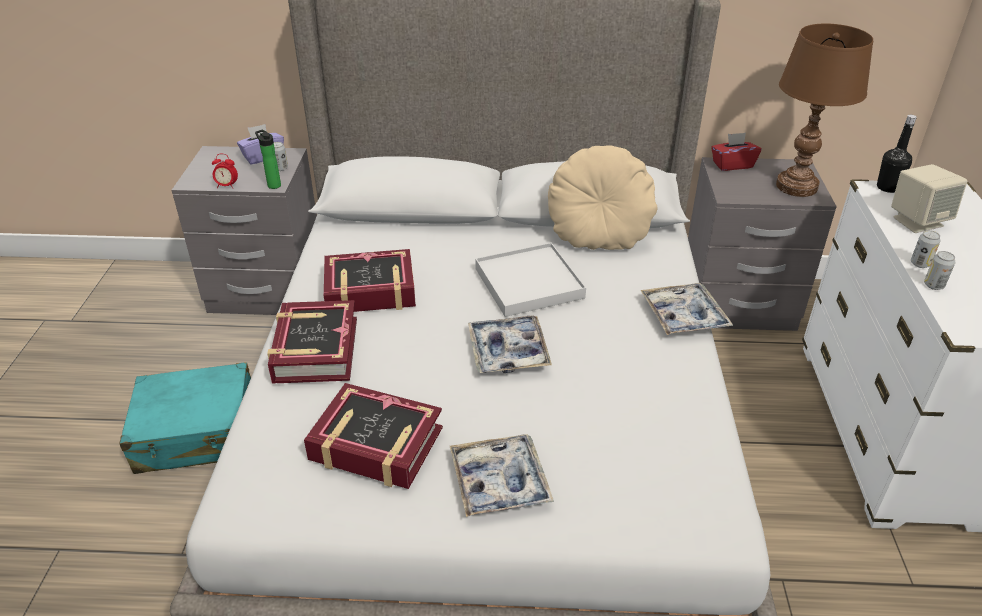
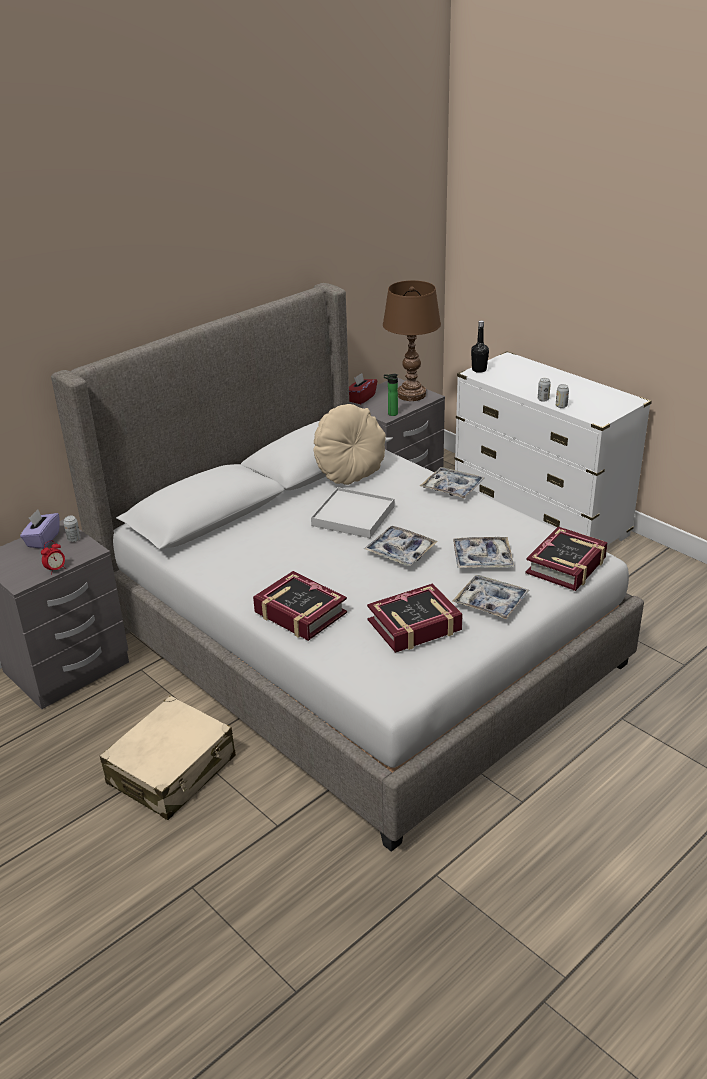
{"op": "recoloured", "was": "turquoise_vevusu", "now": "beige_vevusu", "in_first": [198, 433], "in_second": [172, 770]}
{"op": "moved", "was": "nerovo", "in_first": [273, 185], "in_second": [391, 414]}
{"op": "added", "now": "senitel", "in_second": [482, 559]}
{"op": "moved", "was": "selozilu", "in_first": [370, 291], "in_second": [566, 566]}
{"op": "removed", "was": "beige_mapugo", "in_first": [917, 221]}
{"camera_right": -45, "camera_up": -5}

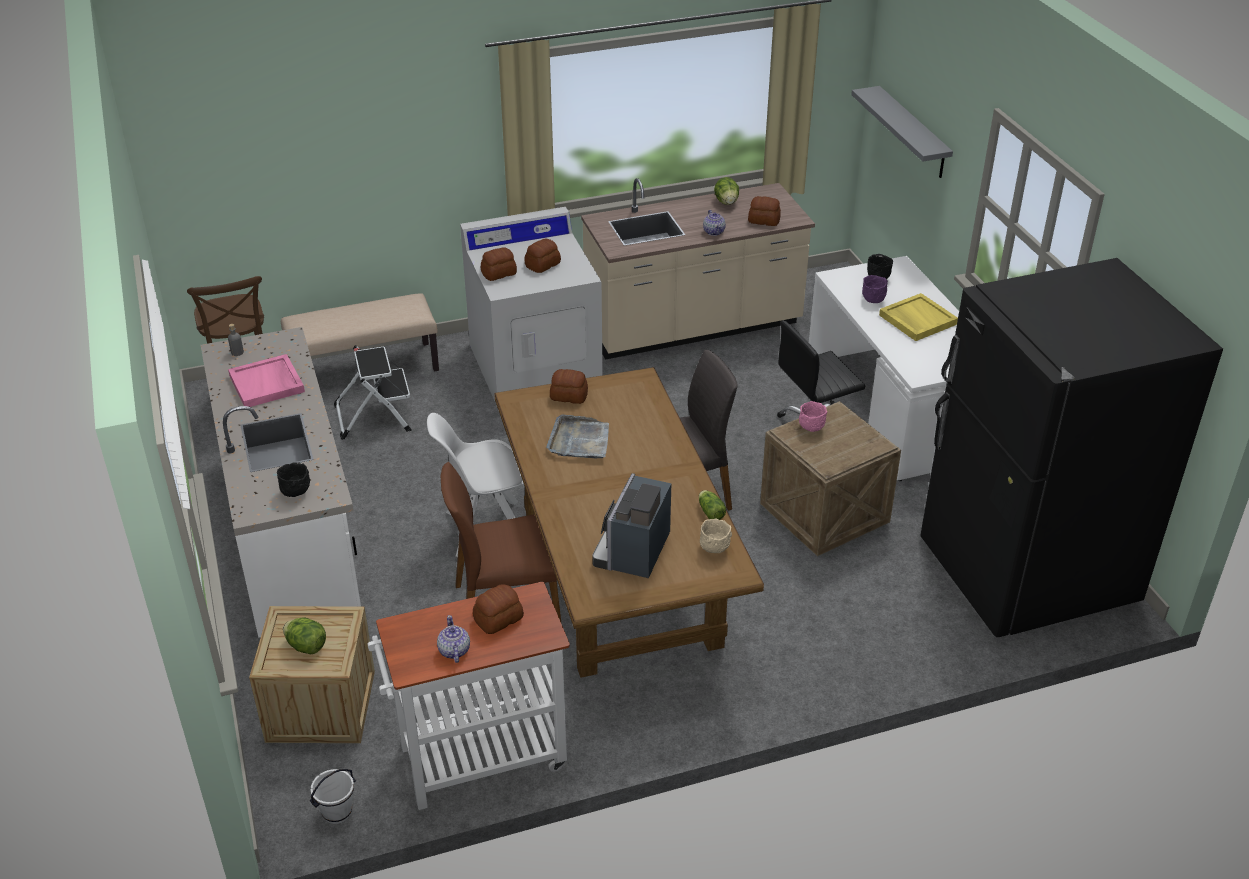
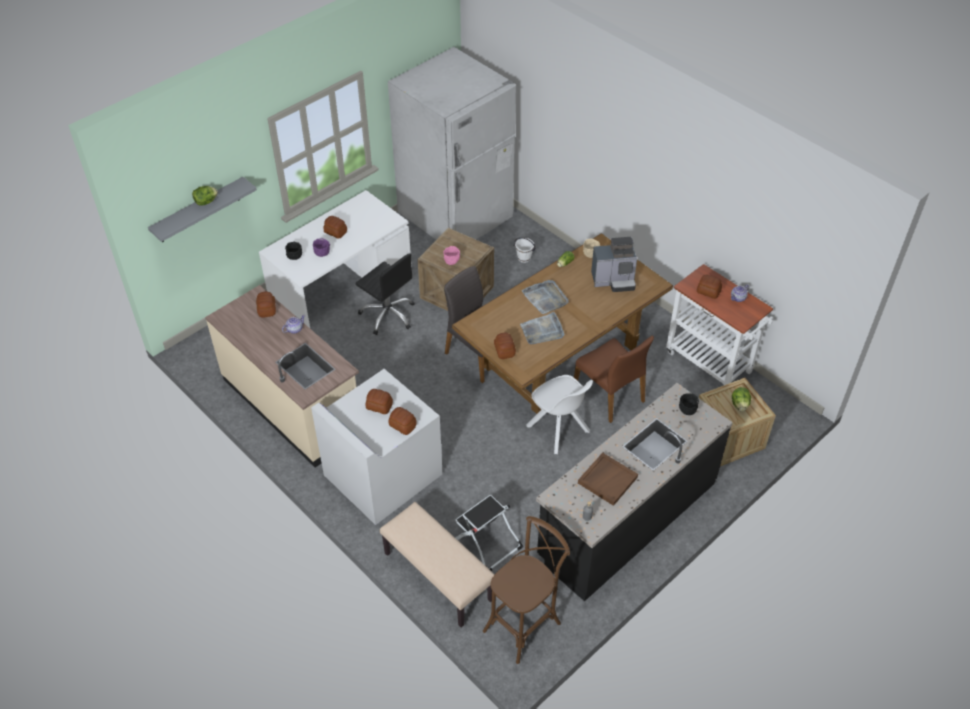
{"op": "moved", "was": "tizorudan", "in_first": [726, 202], "in_second": [206, 202]}
{"op": "replaced", "was": "yellow_senitel", "now": "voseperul", "in_first": [917, 319], "in_second": [335, 232]}
{"op": "recoloured", "was": "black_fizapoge", "now": "white_fizapoge", "in_first": [1028, 571], "in_second": [456, 215]}
{"op": "moved", "was": "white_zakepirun", "in_first": [337, 813], "in_second": [524, 258]}
{"op": "added", "now": "grey_senitel", "in_second": [545, 298]}
{"op": "recoloured", "was": "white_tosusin", "now": "black_tosusin", "in_first": [294, 538], "in_second": [626, 519]}
{"op": "recoloured", "was": "pink_senitel", "now": "brown_senitel", "in_first": [267, 384], "in_second": [607, 479]}
{"camera_right": -115, "camera_up": 10}

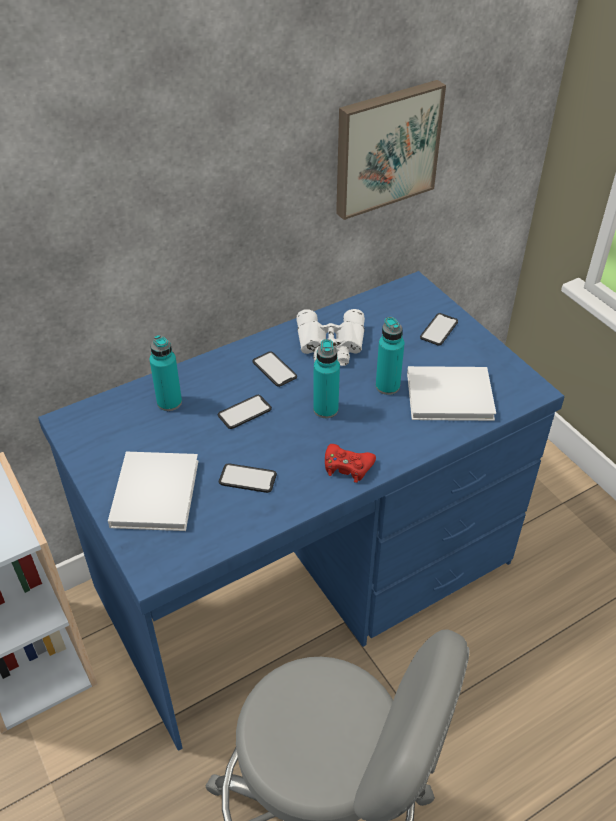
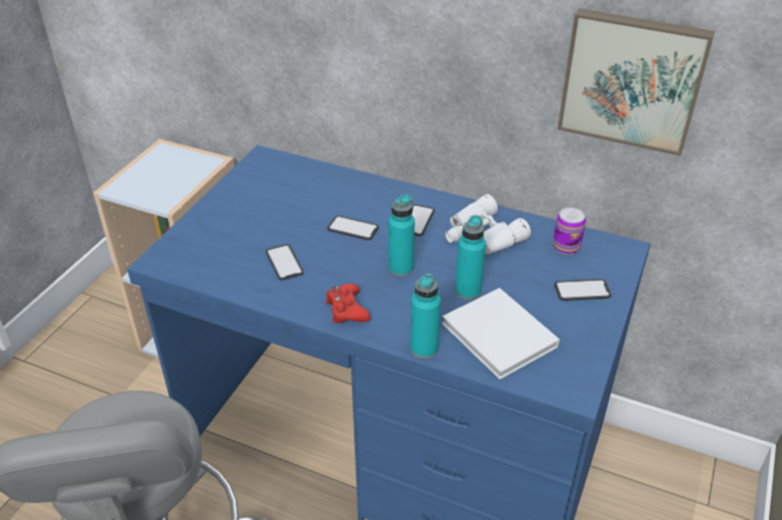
{"op": "moved", "was": "turquoise_nerovo", "in_first": [169, 402], "in_second": [424, 348]}
{"op": "added", "now": "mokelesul", "in_second": [566, 246]}
{"op": "removed", "was": "white_selozilu", "in_first": [156, 490]}
{"camera_right": 55, "camera_up": -5}

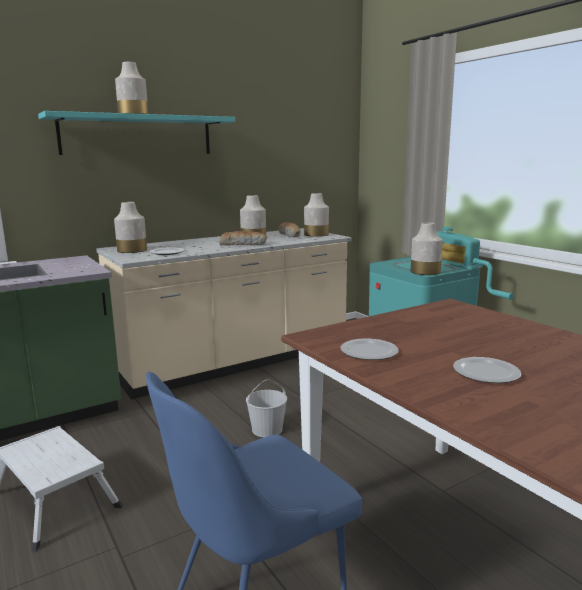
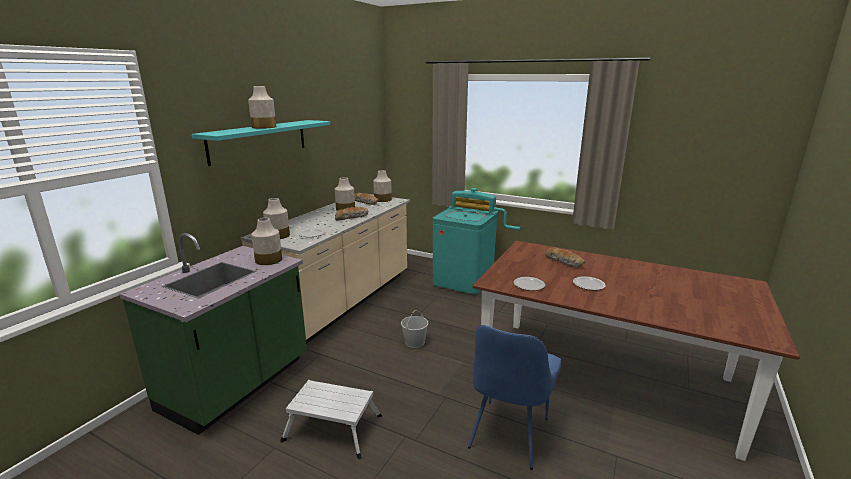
{"op": "moved", "was": "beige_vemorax", "in_first": [425, 271], "in_second": [268, 260]}
{"op": "added", "now": "voseperul", "in_second": [564, 262]}
{"camera_right": -30, "camera_up": 5}

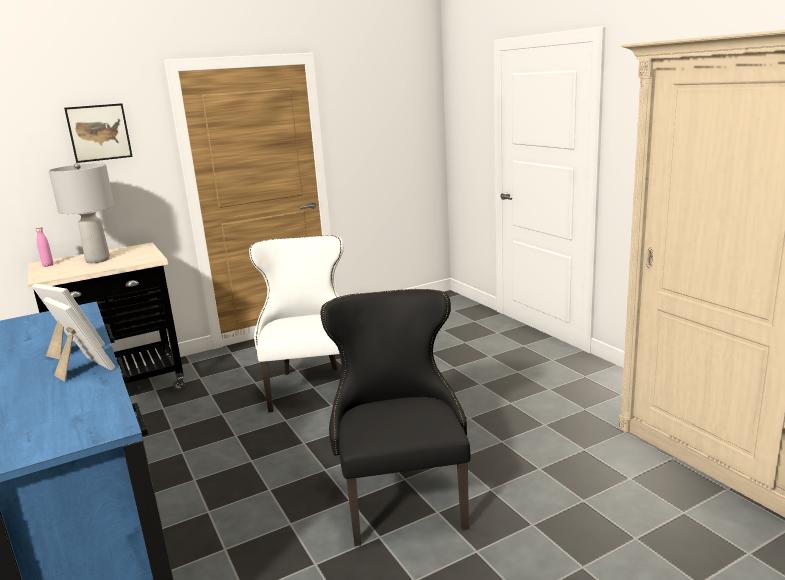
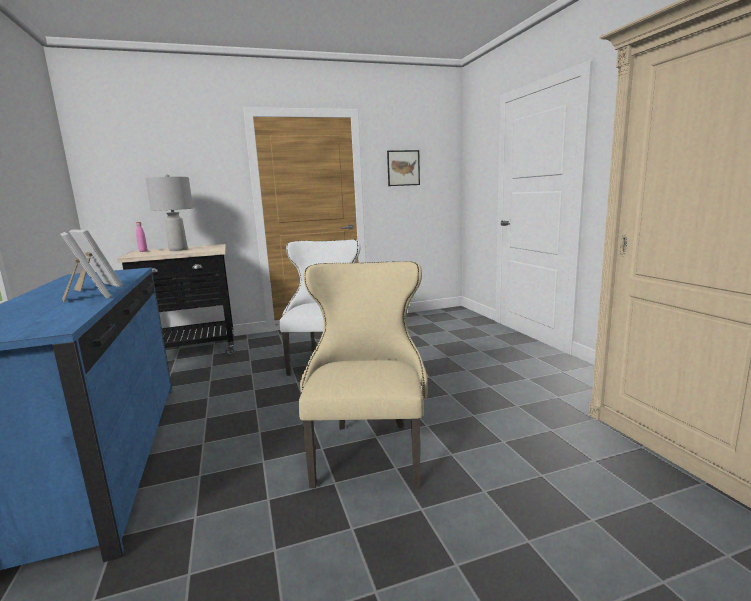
{"op": "recoloured", "was": "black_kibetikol", "now": "beige_kibetikol", "in_first": [402, 496], "in_second": [368, 450]}
{"op": "moved", "was": "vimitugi", "in_first": [99, 132], "in_second": [403, 168]}
{"camera_right": 10, "camera_up": -5}

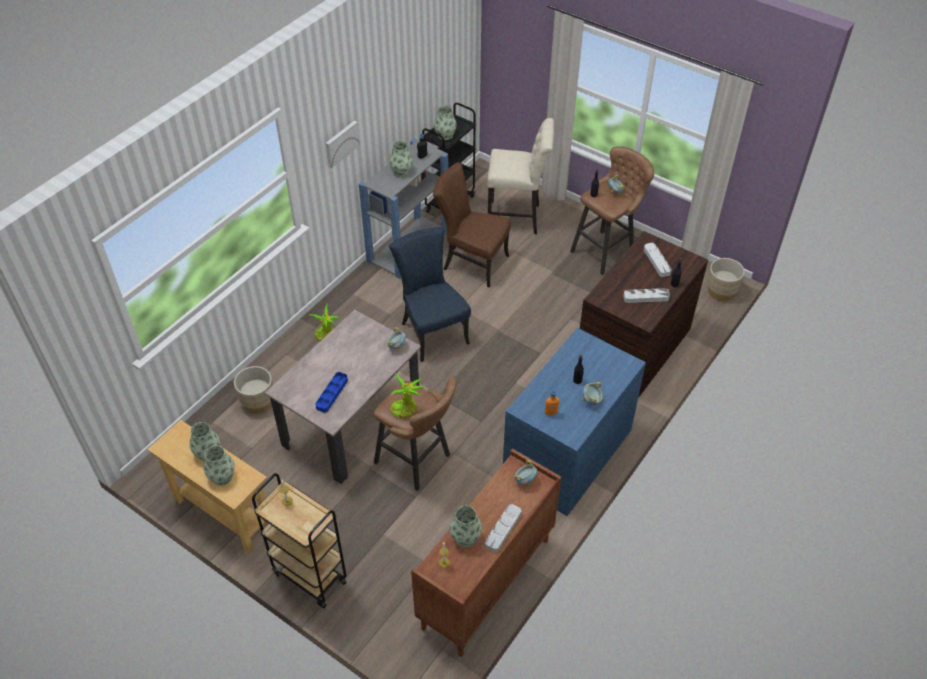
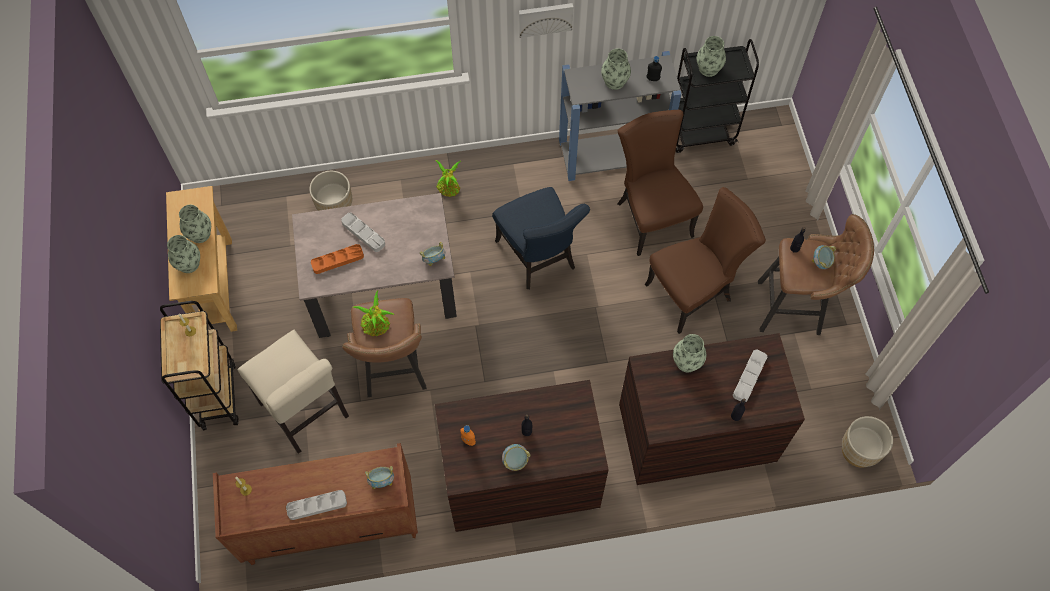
{"op": "moved", "was": "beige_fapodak", "in_first": [517, 218], "in_second": [306, 414]}
{"op": "recoloured", "was": "blue_senitel", "now": "orange_senitel", "in_first": [332, 394], "in_second": [337, 260]}
{"op": "moved", "was": "grey_senitel", "in_first": [646, 297], "in_second": [363, 233]}
{"op": "recoloured", "was": "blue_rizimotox", "now": "brown_rizimotox", "in_first": [567, 453], "in_second": [520, 477]}
{"op": "turned", "was": "blue_kibetikol", "in_first": [431, 331], "in_second": [539, 257], "clockwise": 135}
{"op": "added", "now": "brown_kibetikol", "in_second": [693, 291]}
{"op": "moved", "was": "vemorax", "in_first": [465, 537], "in_second": [687, 362]}
{"camera_right": 45, "camera_up": 15}

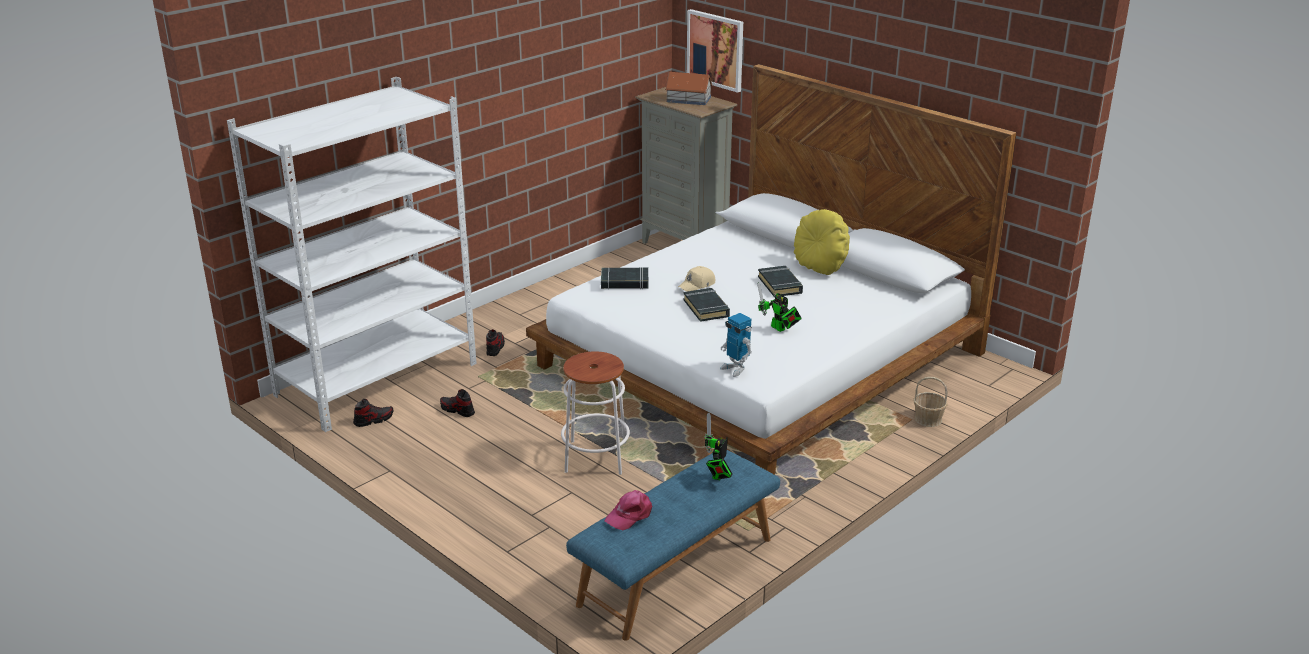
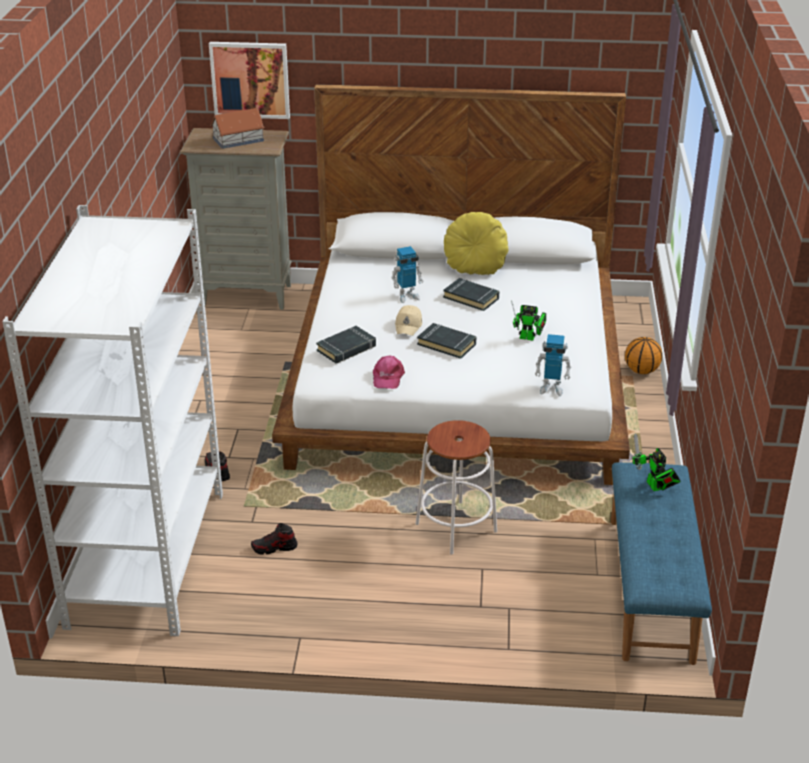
{"op": "moved", "was": "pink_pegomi", "in_first": [630, 515], "in_second": [387, 377]}
{"op": "added", "now": "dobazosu", "in_second": [407, 296]}
{"op": "replaced", "was": "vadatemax", "now": "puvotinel", "in_first": [928, 419], "in_second": [642, 371]}
{"op": "removed", "was": "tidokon", "in_first": [373, 420]}
{"camera_right": -40, "camera_up": 5}

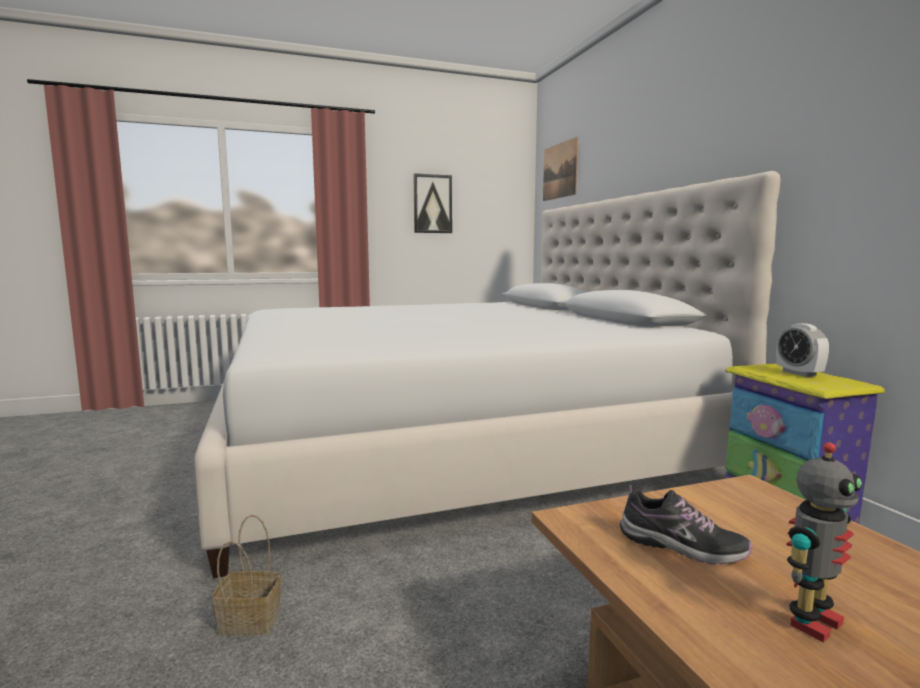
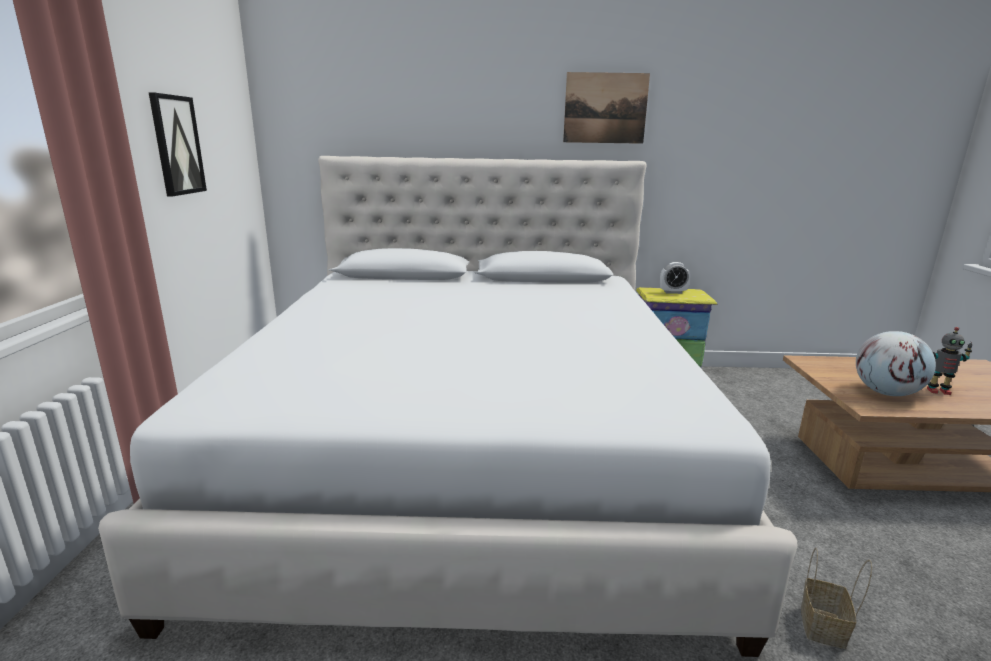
{"op": "moved", "was": "vimitugi", "in_first": [560, 170], "in_second": [605, 108]}
{"op": "replaced", "was": "tidokon", "now": "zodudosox", "in_first": [682, 546], "in_second": [885, 393]}
{"op": "turned", "was": "dobazosu", "in_first": [811, 621], "in_second": [937, 391], "clockwise": 120}
{"camera_right": -70, "camera_up": 10}

